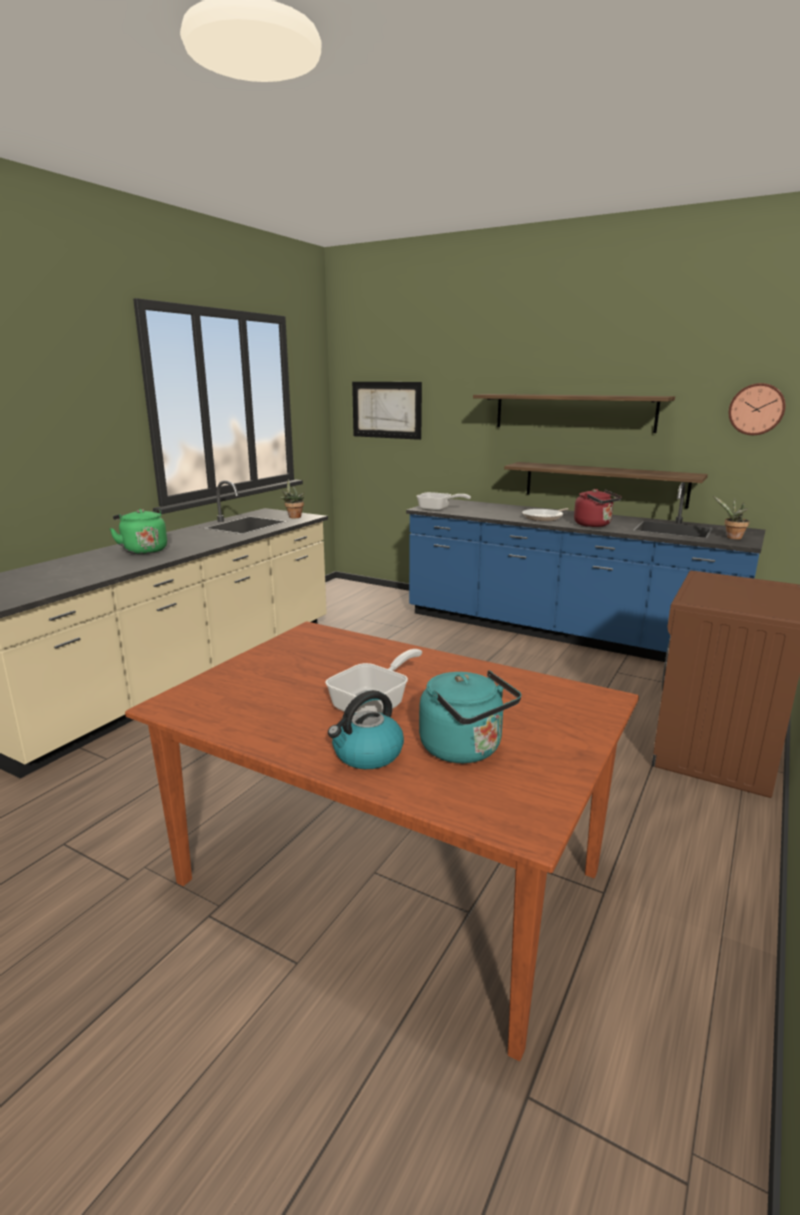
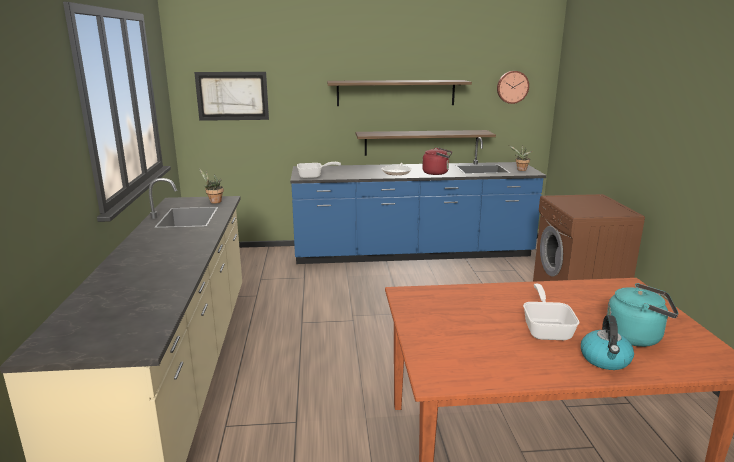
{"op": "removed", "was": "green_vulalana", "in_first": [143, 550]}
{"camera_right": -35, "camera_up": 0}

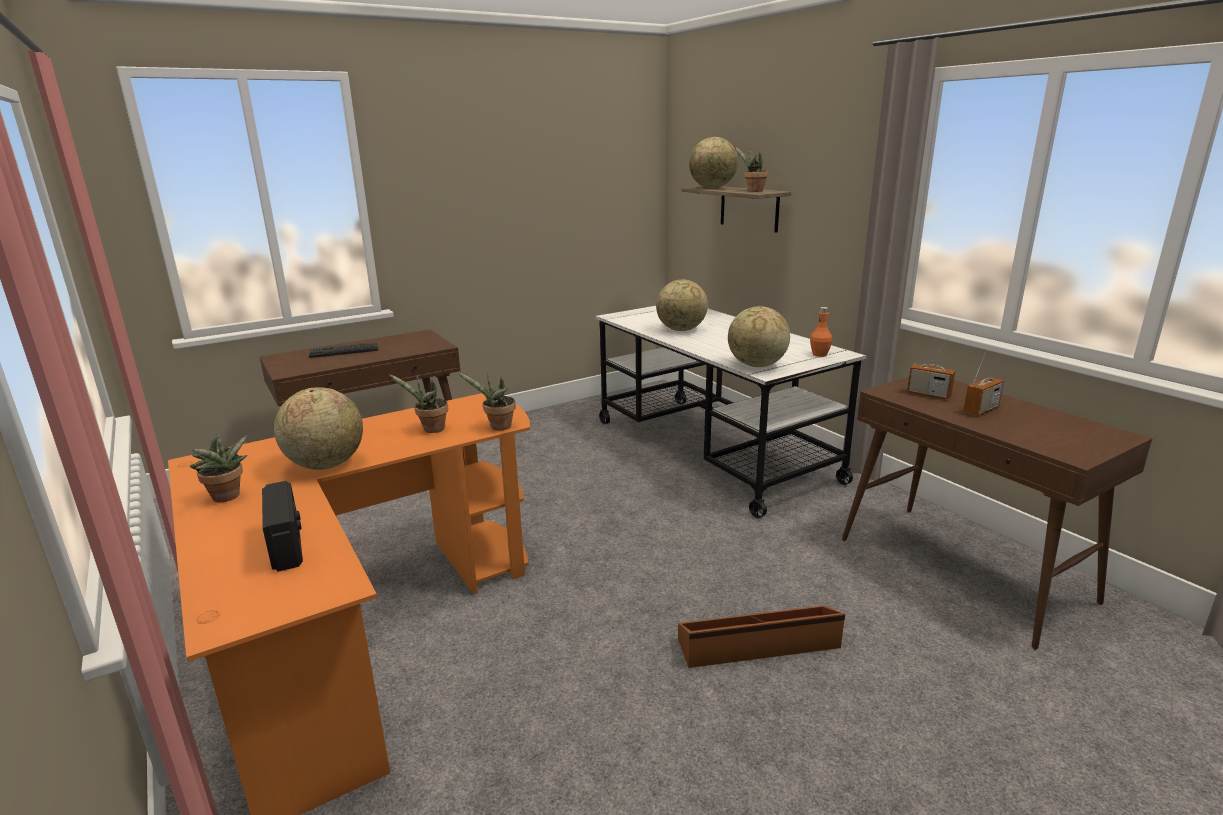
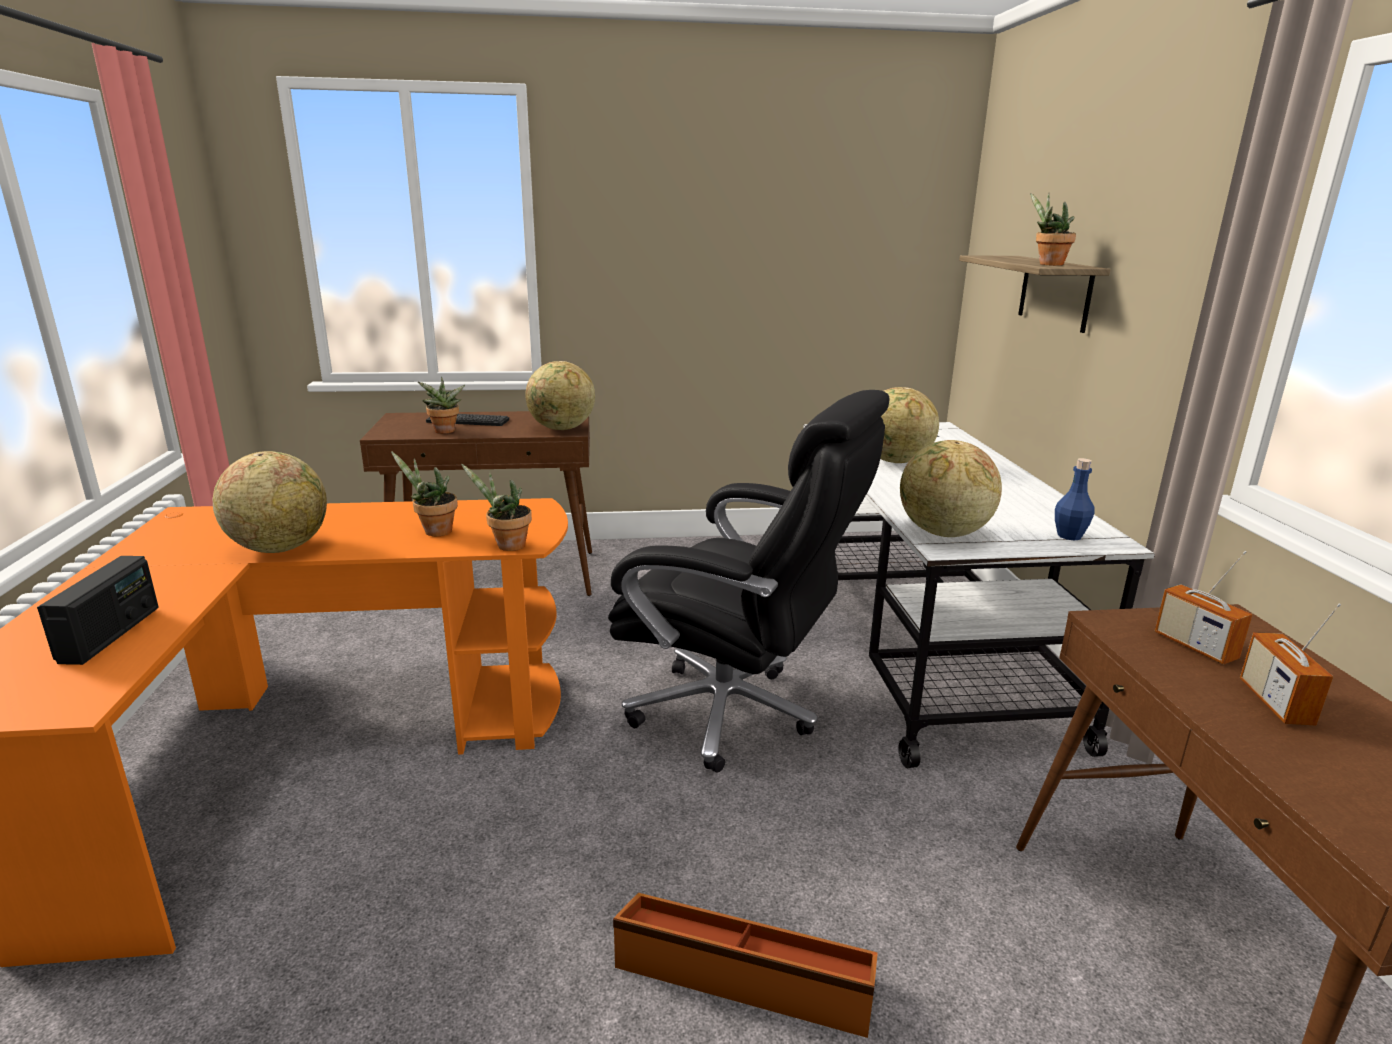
{"op": "moved", "was": "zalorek", "in_first": [227, 498], "in_second": [444, 432]}
{"op": "moved", "was": "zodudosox", "in_first": [712, 188], "in_second": [562, 429]}
{"op": "added", "now": "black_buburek", "in_second": [734, 716]}
{"op": "recoloured", "was": "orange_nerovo", "now": "blue_nerovo", "in_first": [819, 354], "in_second": [1069, 536]}
{"op": "turned", "was": "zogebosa", "in_first": [981, 410], "in_second": [1275, 702], "clockwise": 105}
{"camera_right": 25, "camera_up": 0}

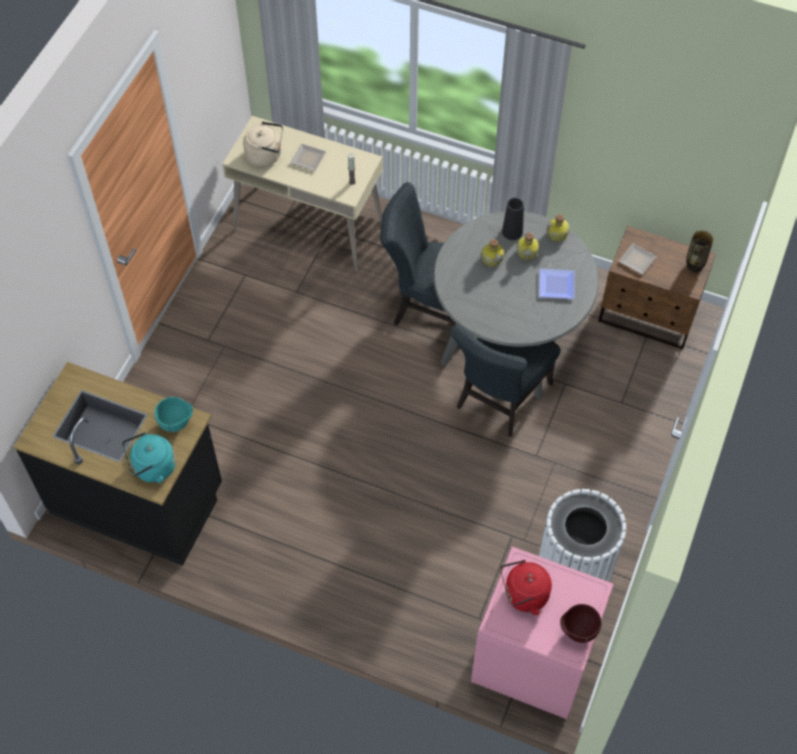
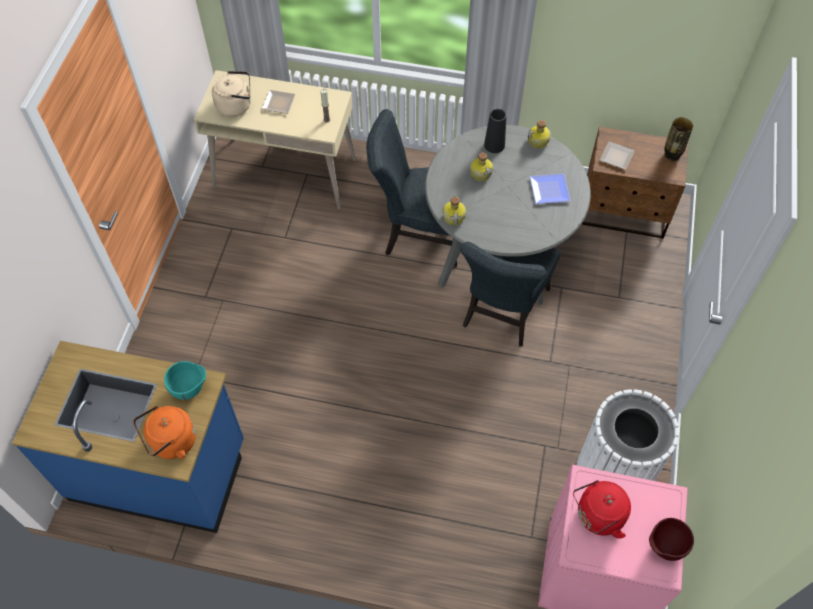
{"op": "recoloured", "was": "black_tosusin", "now": "blue_tosusin", "in_first": [138, 499], "in_second": [159, 469]}
{"op": "recoloured", "was": "turquoise_vulalana", "now": "orange_vulalana", "in_first": [152, 468], "in_second": [171, 442]}
{"op": "moved", "was": "nerovo", "in_first": [527, 252], "in_second": [454, 217]}
{"camera_right": -10, "camera_up": 0}

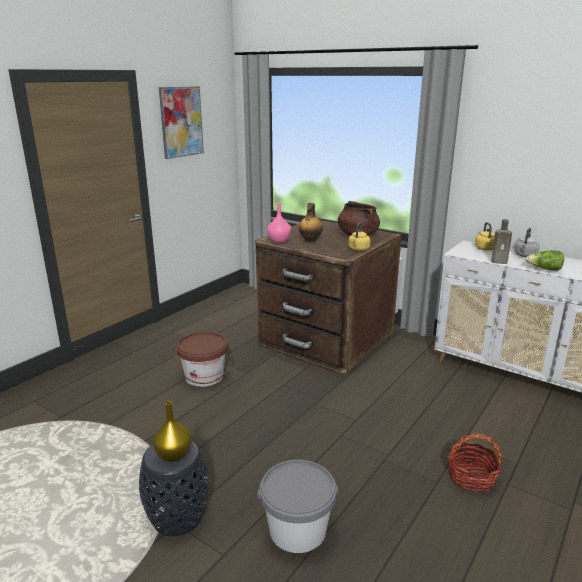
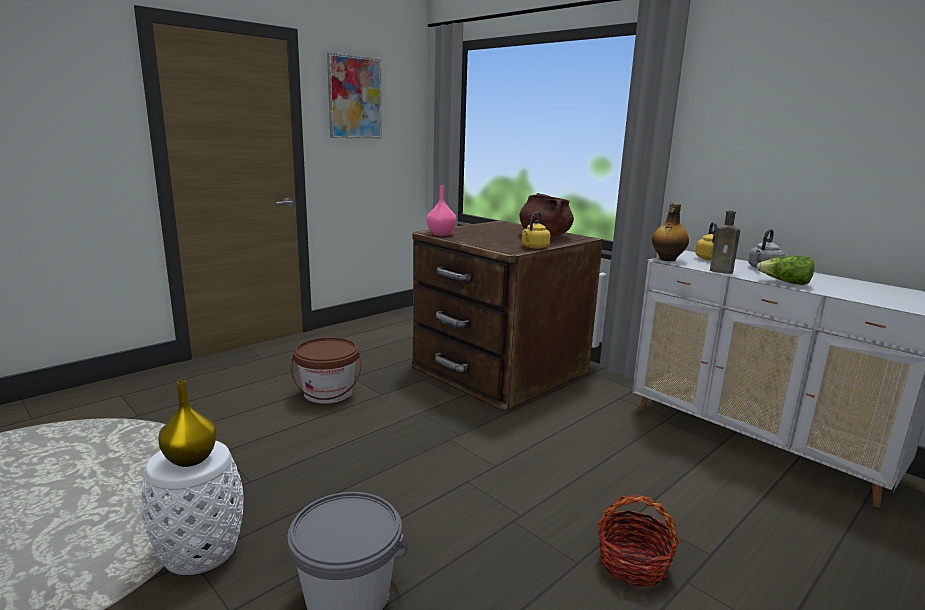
{"op": "recoloured", "was": "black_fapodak", "now": "white_fapodak", "in_first": [177, 517], "in_second": [200, 551]}
{"op": "moved", "was": "nerovo", "in_first": [310, 241], "in_second": [667, 259]}
{"camera_right": 10, "camera_up": -5}

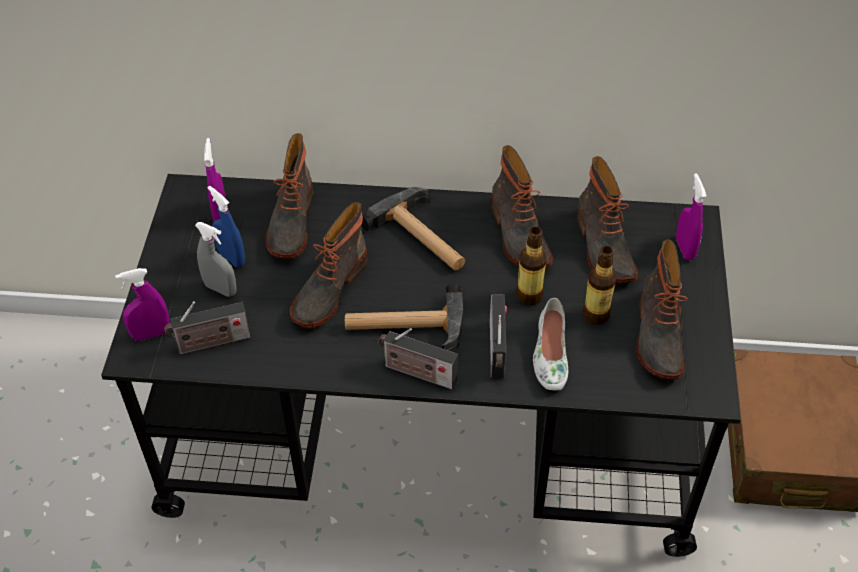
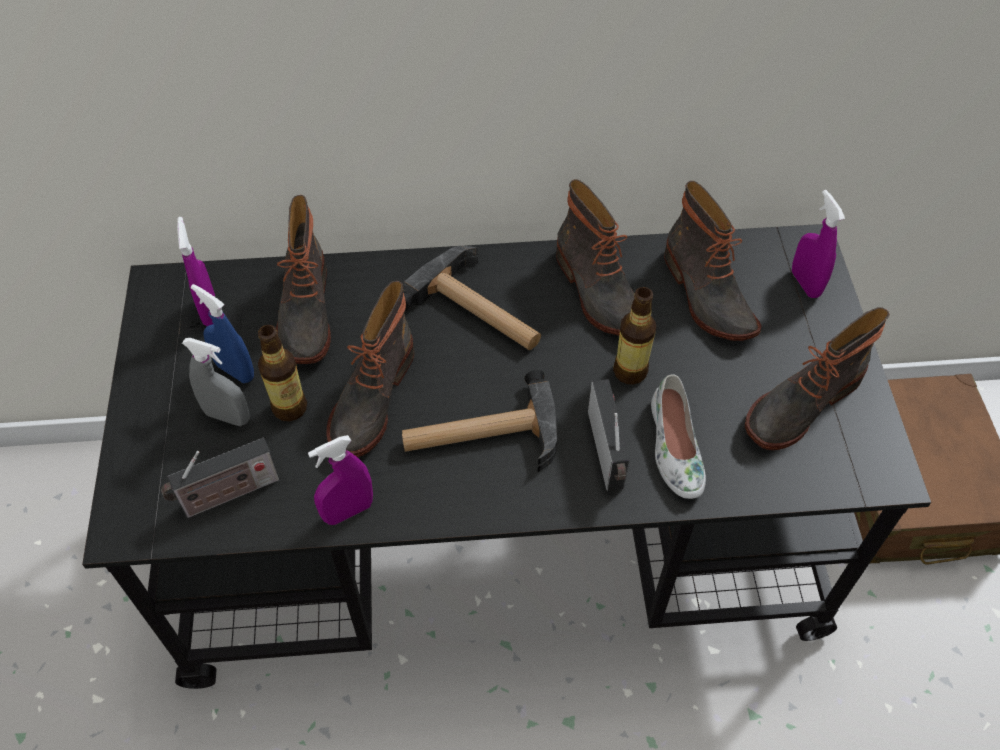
{"op": "moved", "was": "nerovo", "in_first": [596, 315], "in_second": [290, 407]}
{"op": "moved", "was": "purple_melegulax", "in_first": [151, 334], "in_second": [348, 511]}
{"op": "turned", "was": "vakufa", "in_first": [656, 336], "in_second": [800, 404], "clockwise": 60}
{"op": "removed", "was": "zogebosa", "in_first": [417, 373]}
{"camera_right": -10, "camera_up": 5}

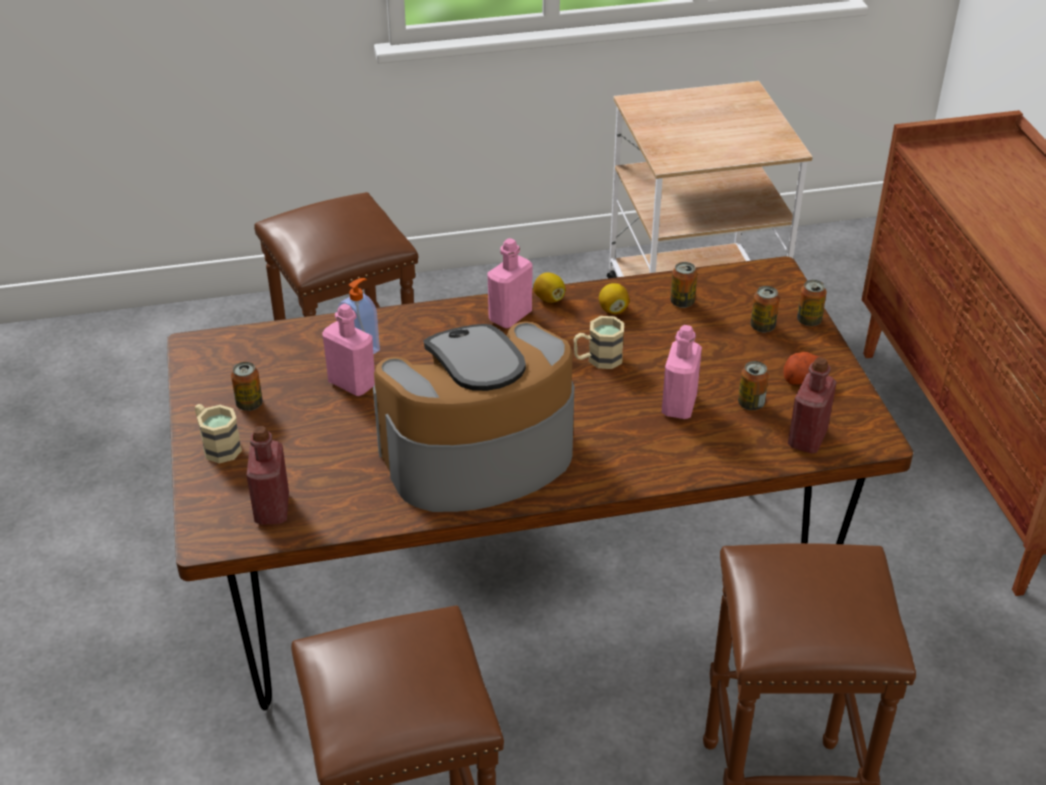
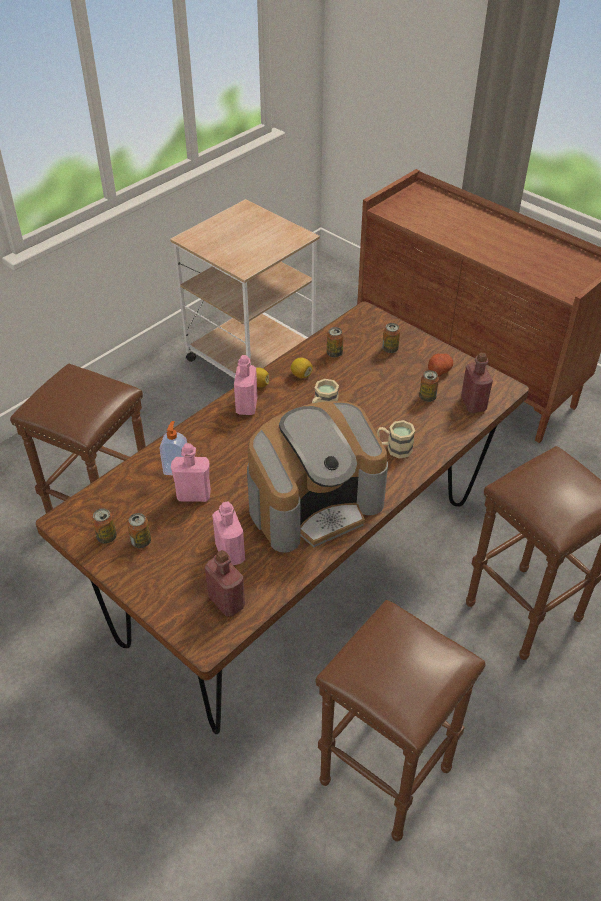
{"op": "moved", "was": "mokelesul", "in_first": [809, 320], "in_second": [106, 537]}
{"op": "moved", "was": "pink_nerovo", "in_first": [679, 405], "in_second": [230, 553]}
{"op": "turned", "was": "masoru", "in_first": [477, 457], "in_second": [315, 503], "clockwise": -150}
{"op": "moved", "was": "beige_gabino", "in_first": [217, 445], "in_second": [394, 448]}
{"camera_right": -35, "camera_up": 5}

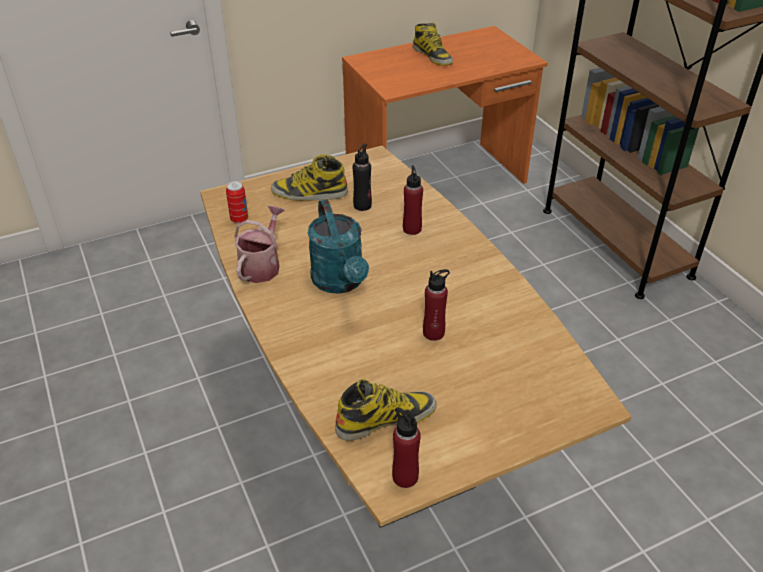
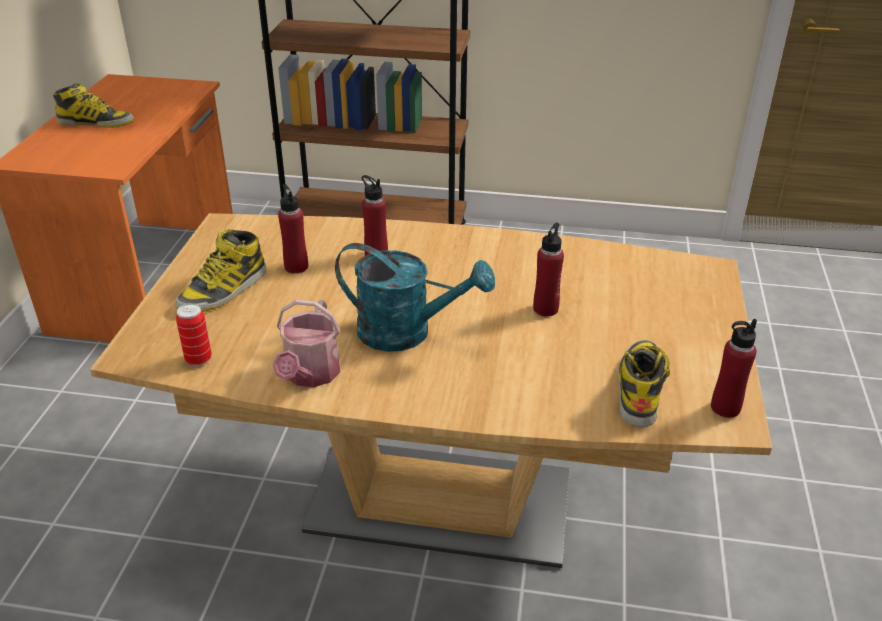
{"op": "turned", "was": "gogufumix", "in_first": [262, 265], "in_second": [310, 375], "clockwise": -135}
{"op": "recoloured", "was": "black_nerovo", "now": "red_nerovo", "in_first": [362, 205], "in_second": [296, 267]}
{"camera_right": -55, "camera_up": -5}

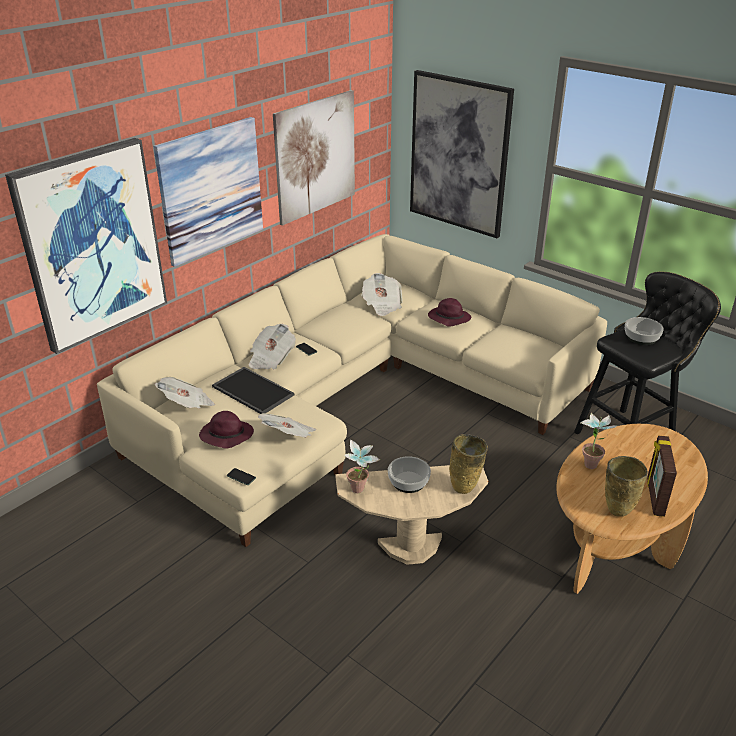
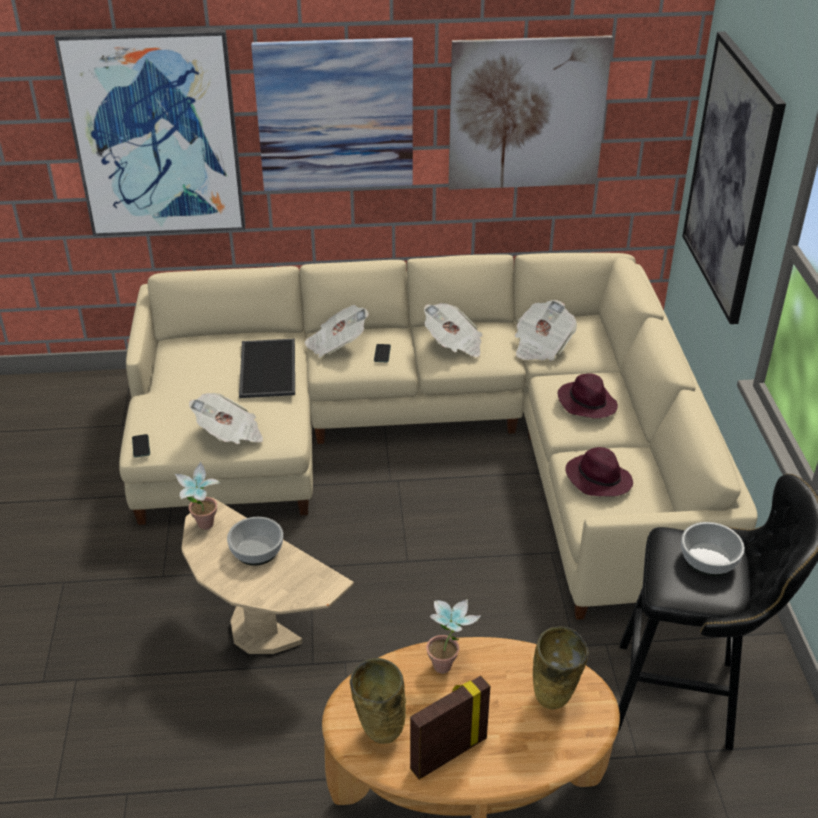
{"op": "moved", "was": "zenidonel", "in_first": [187, 405], "in_second": [454, 344]}
{"op": "moved", "was": "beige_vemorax", "in_first": [465, 488], "in_second": [554, 701]}
{"op": "moved", "was": "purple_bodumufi", "in_first": [225, 436], "in_second": [597, 478]}
{"camera_right": 45, "camera_up": 5}

